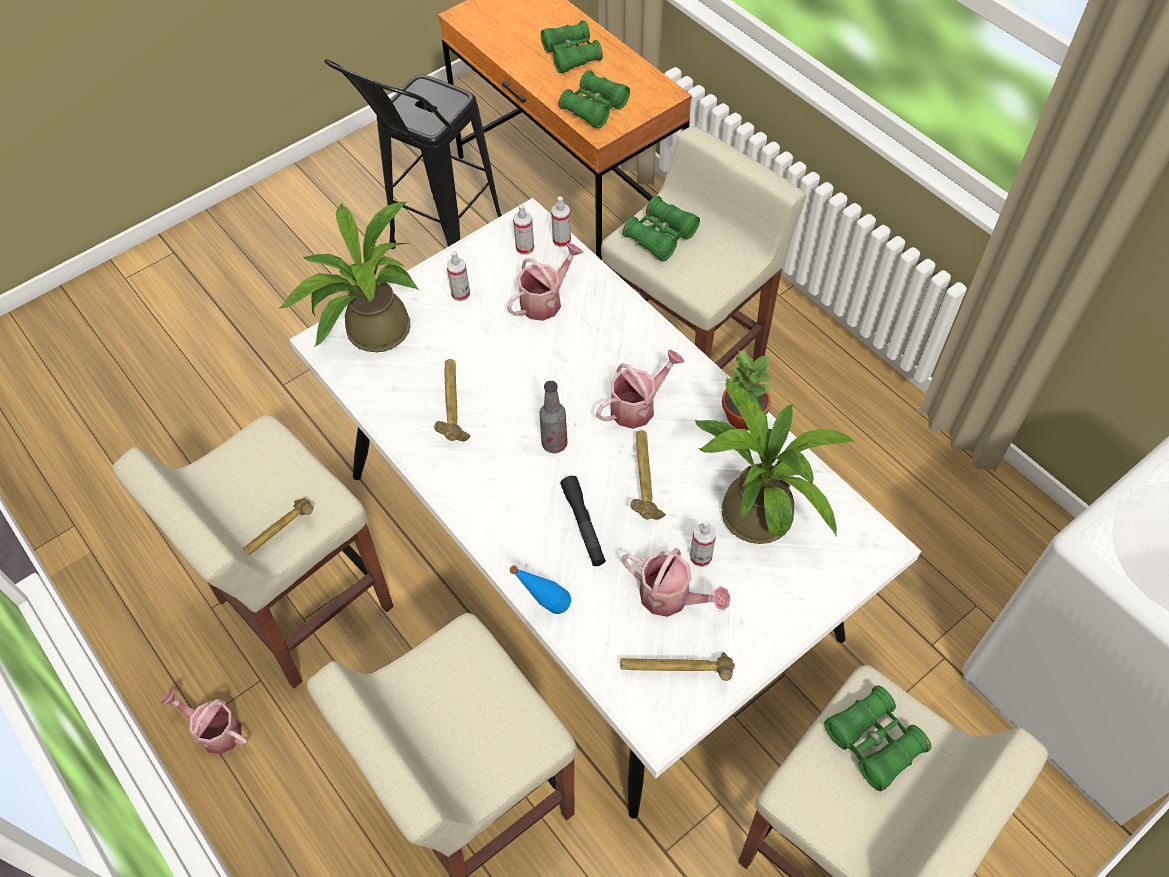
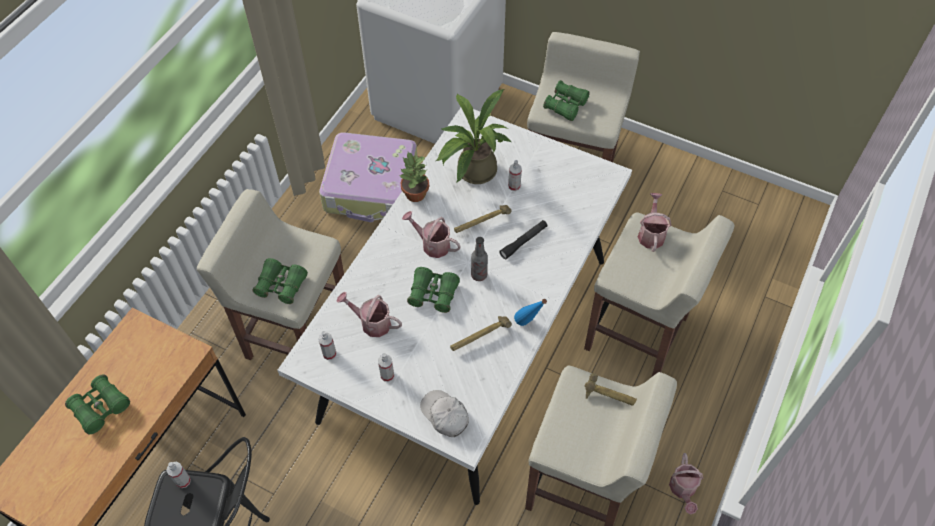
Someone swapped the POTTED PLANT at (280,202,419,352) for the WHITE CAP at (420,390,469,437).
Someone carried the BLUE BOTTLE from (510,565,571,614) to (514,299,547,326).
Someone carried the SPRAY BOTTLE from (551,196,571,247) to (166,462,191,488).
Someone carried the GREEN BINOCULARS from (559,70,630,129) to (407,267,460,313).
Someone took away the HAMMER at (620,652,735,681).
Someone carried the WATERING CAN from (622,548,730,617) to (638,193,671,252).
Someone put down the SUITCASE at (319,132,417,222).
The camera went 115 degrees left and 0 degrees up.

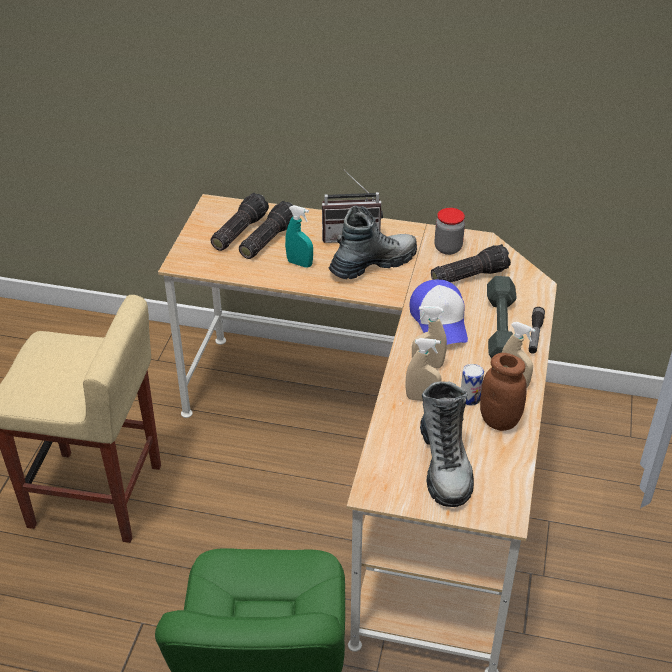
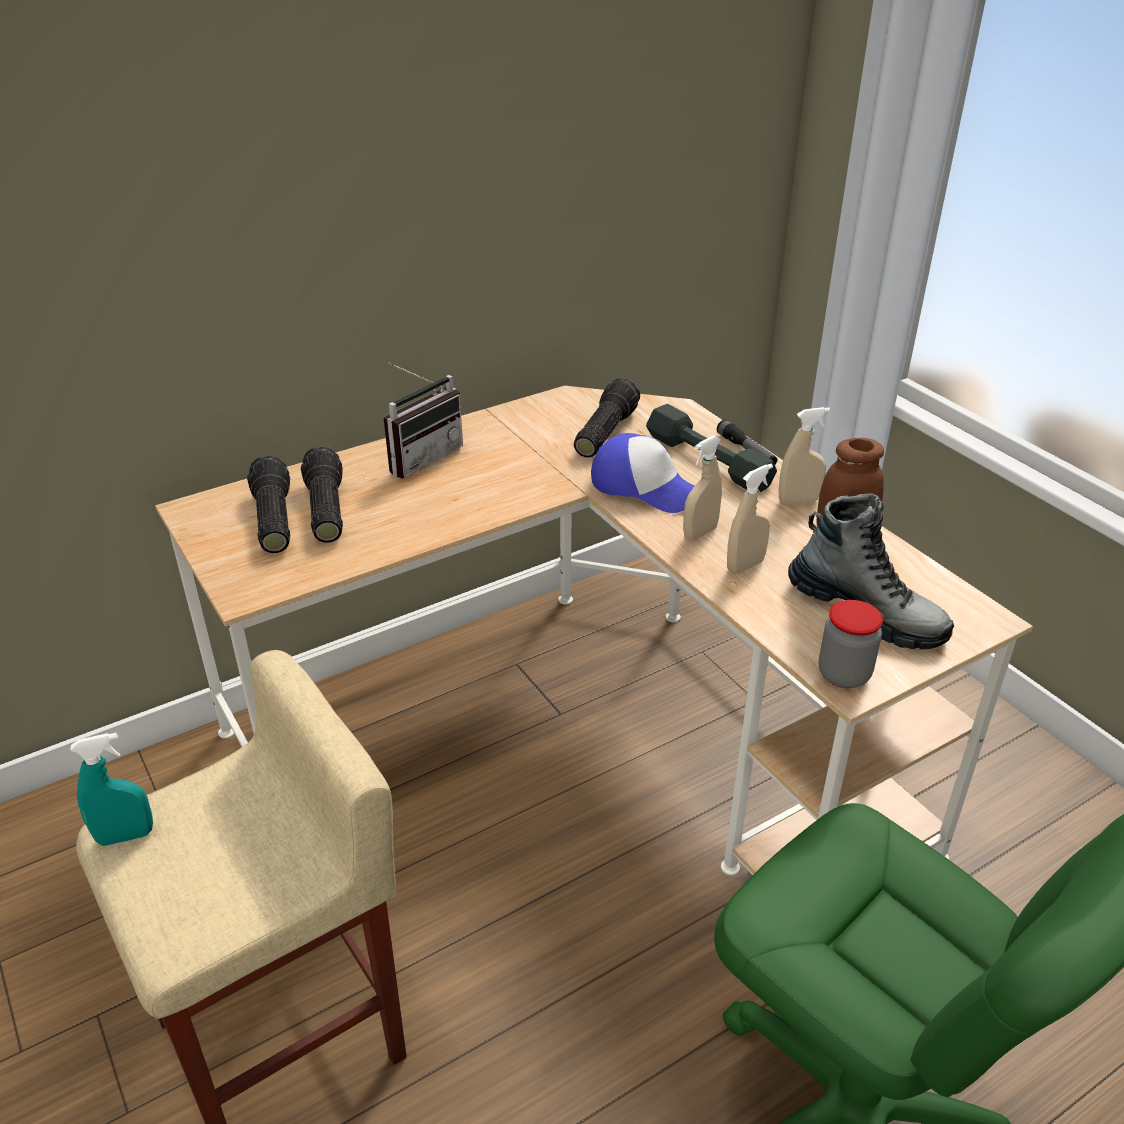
Someone carried the TURQUOISE SPRAY BOTTLE from (285,205,313,268) to (70,733,153,846).
Someone took away the BOOT at (329,206,417,279).
Someone carried the JAR from (434,208,465,255) to (819,600,883,688).
Someone took away the CAN at (461,364,484,406).
The camera went 45 degrees left and 5 degrees down.

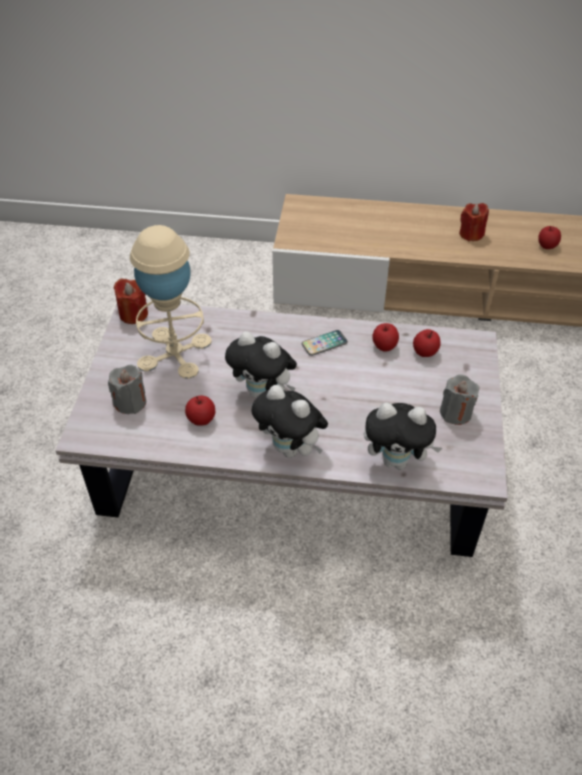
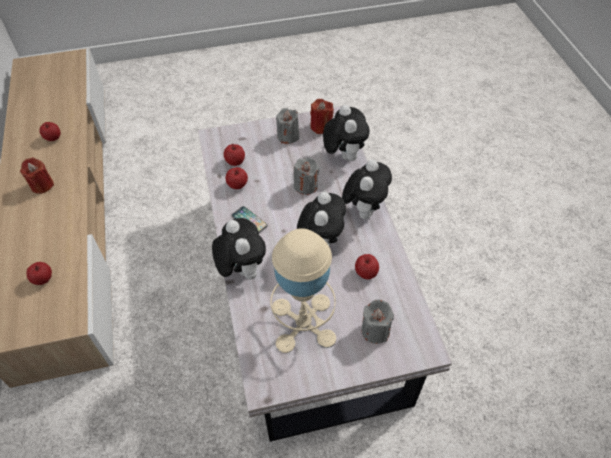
Someone carried the RED CANDLE from (114,279,148,324) to (310,99,334,134).
Someone put down the APPLE at (26,262,52,285).
Someone put down the PLUSH TOY at (212,218,266,280).
Someone put down the GREY CANDLE at (294,157,320,195).
The camera went 110 degrees left and 5 degrees up.

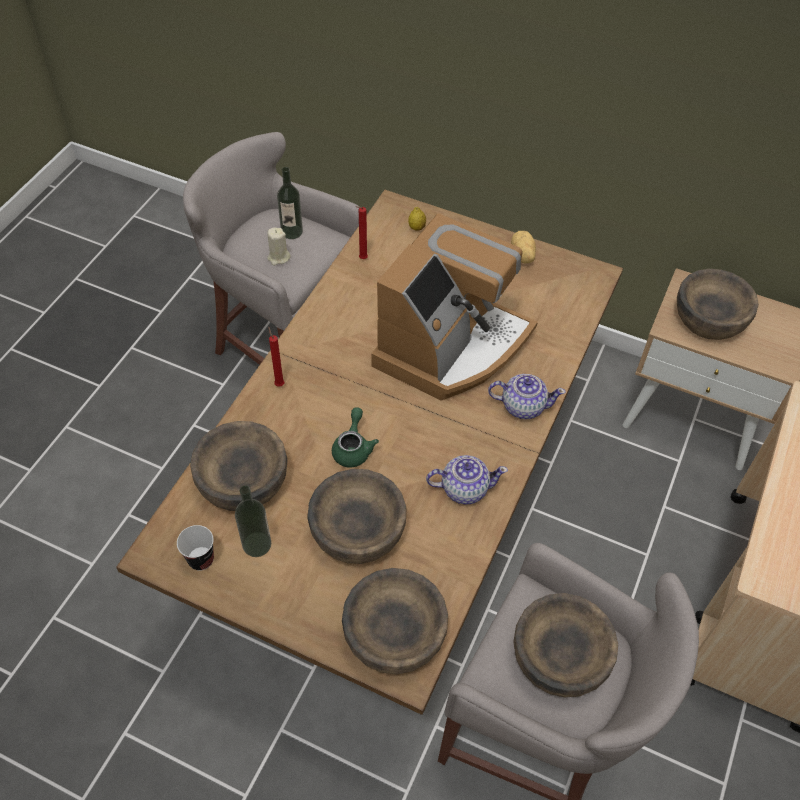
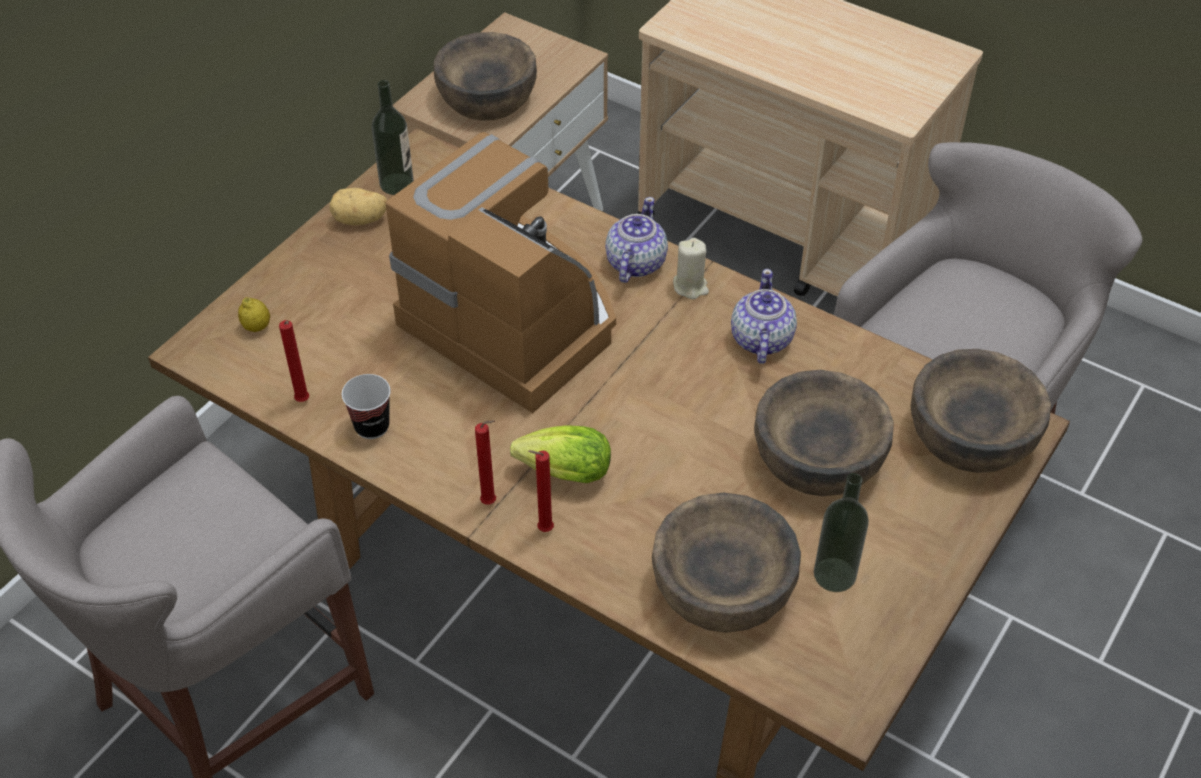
Someone carried the CUP from (177,525,214,571) to (342,374,390,439).
Someone carried the BEIGE CANDLE from (267,228,290,266) to (673,238,709,299).
Someone carried the BOTTLE from (277,167,303,239) to (371,80,414,195).
Someone took away the GREEN TEAPOT at (332,407,379,467).
Someone took away the BROWN BOWL at (513,593,618,697).
Someone put down the RED CANDLE at (475,420,496,505).
Someone put down the LETTUCE at (510,425,611,483).
The camera went 80 degrees left and 5 degrees down.

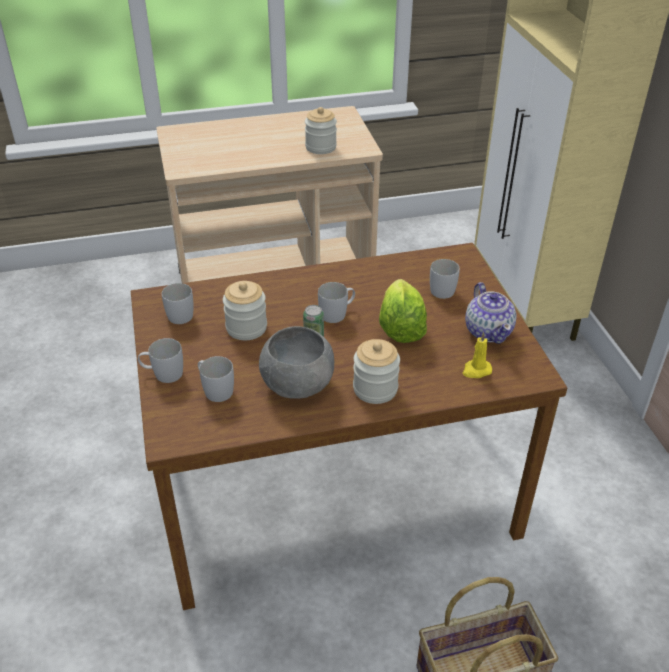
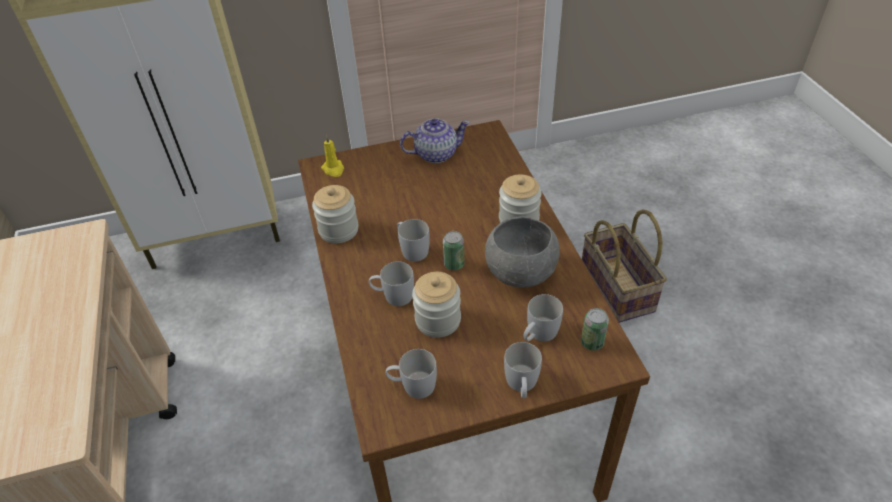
Someone carried the JAR from (305,107,337,154) to (312,185,359,243).
Someone took away the LETTUCE at (379,279,427,343).
Someone carried the WHITE MUG from (430,259,460,299) to (369,261,414,306).
Someone carried the YELLOW CANDLE from (463,332,492,378) to (321,135,344,177).
Someone put down the CAN at (581,308,609,351).
The camera went 90 degrees left and 5 degrees up.

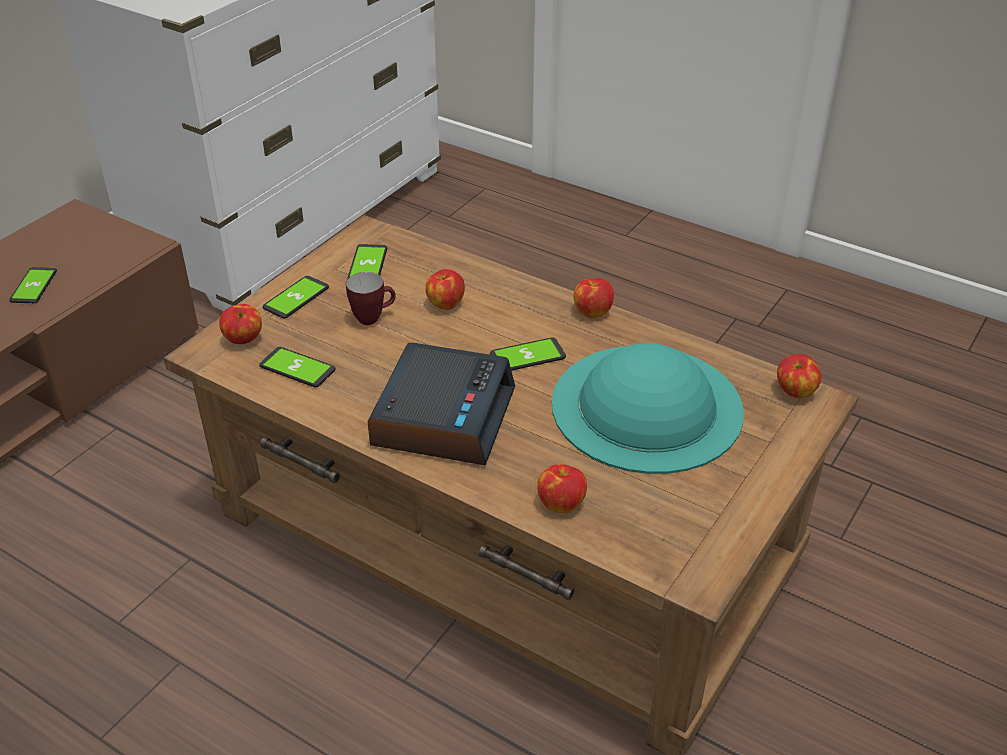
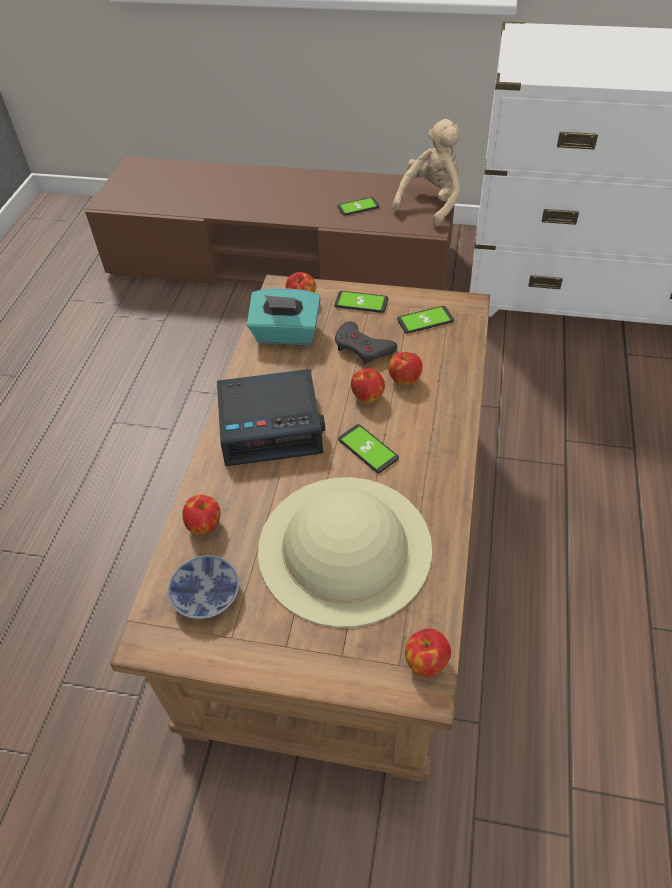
Someone swapped the PHONE at (259,347,336,387) for the TURQUOISE TISSUE BOX at (247,288,321,345).
Someone swapped the MUG at (346,272,396,325) for the GREY GAME CONTROLLER at (335,321,397,365).
Someone repainted the TURQUOISE HAT at (552,343,744,474), which became the BEIGE HAT at (258,477,432,628).
Someone carried the APPLE from (573,278,614,318) to (351,369,385,403).
Someone put down the BOWL at (168,555,239,619).
Someone put down the BEIGE PLUSH TOY at (392,119,460,227).
The camera went 70 degrees right and 10 degrees up.

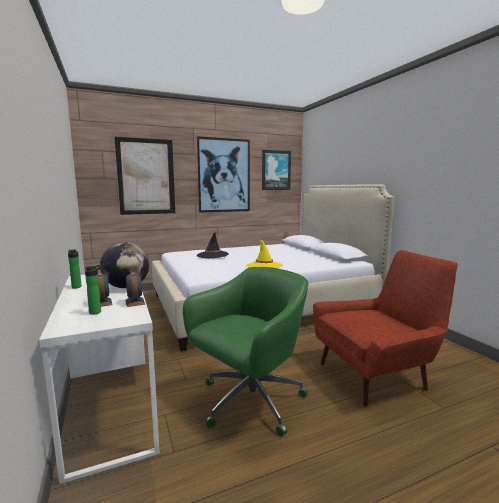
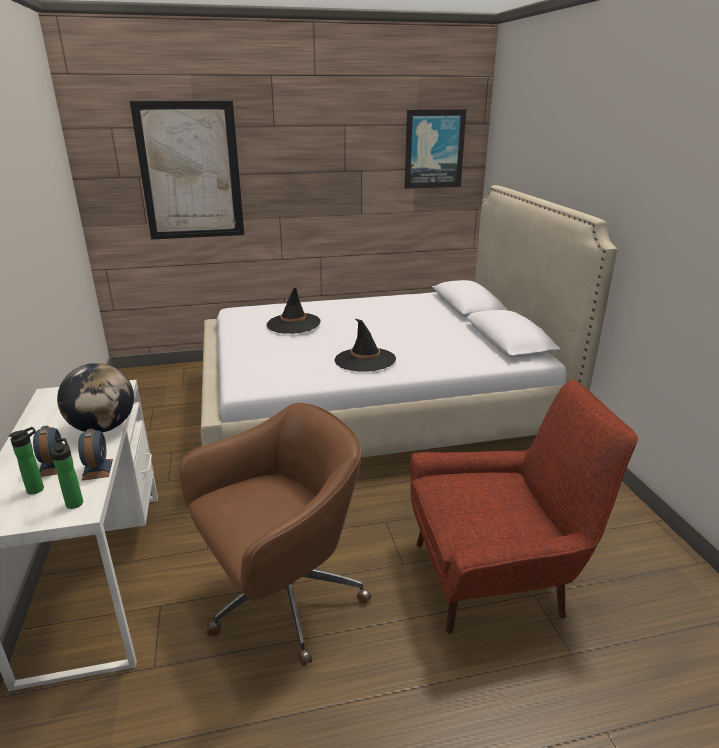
Someone carried the BOTTLE from (68,249,82,288) to (51,438,83,509).
Someone repainted the GREEN OFFICE CHAIR at (183,267,309,436), which became the BROWN OFFICE CHAIR at (179,403,371,666).
Someone took away the PICTURE at (197,136,250,212).
Someone repainted the YELLOW HAT at (246,240,282,268), which became the BLACK HAT at (334,319,396,372).
The camera went 10 degrees right and 15 degrees up.

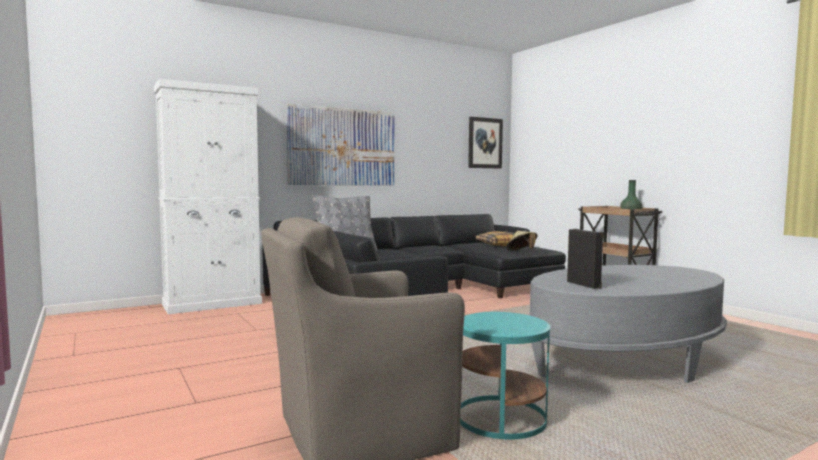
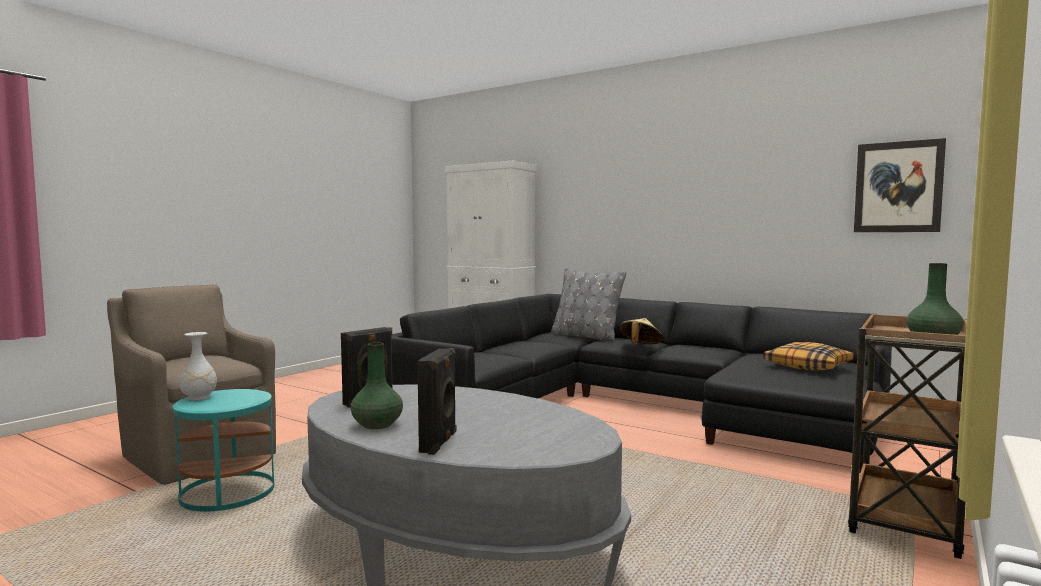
Someone took away the PICTURE at (286,104,394,185).
Someone carried the BEIGE HAT from (506,231,538,251) to (620,318,663,344).
Someone put down the WHITE VASE at (179,332,217,400).
Someone put down the GREEN VASE at (351,342,403,429).
Someone put down the BLACK SPEAKER at (417,348,456,455).
The camera went 65 degrees right and 0 degrees up.

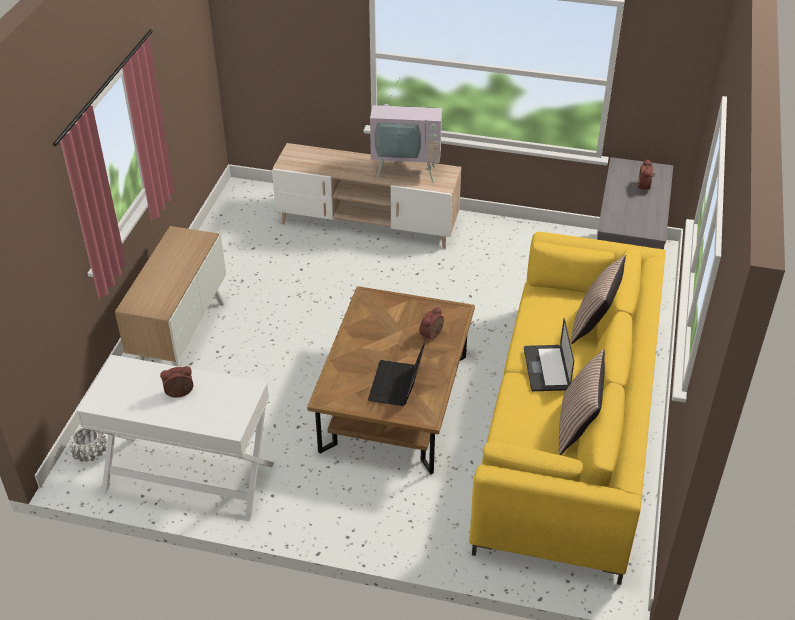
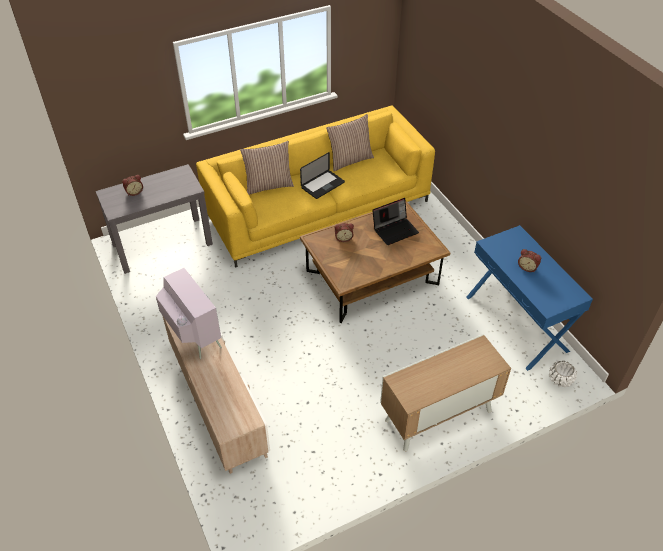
Someone repainted the WHITE CONSOLE TABLE at (76,355,274,521), which became the BLUE CONSOLE TABLE at (466,225,593,371).
The camera went 130 degrees left and 5 degrees up.

